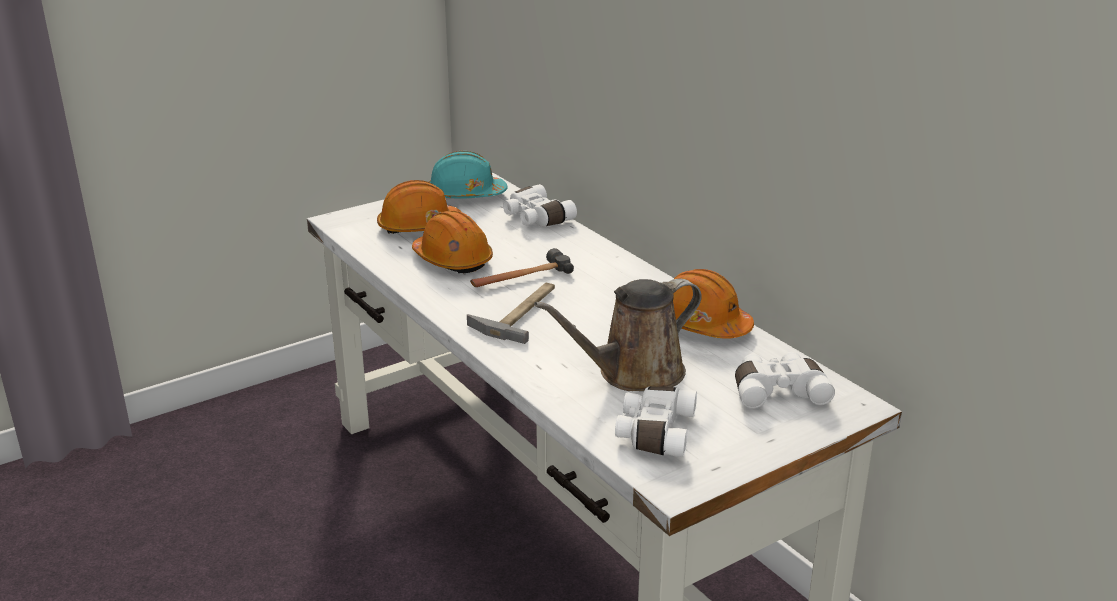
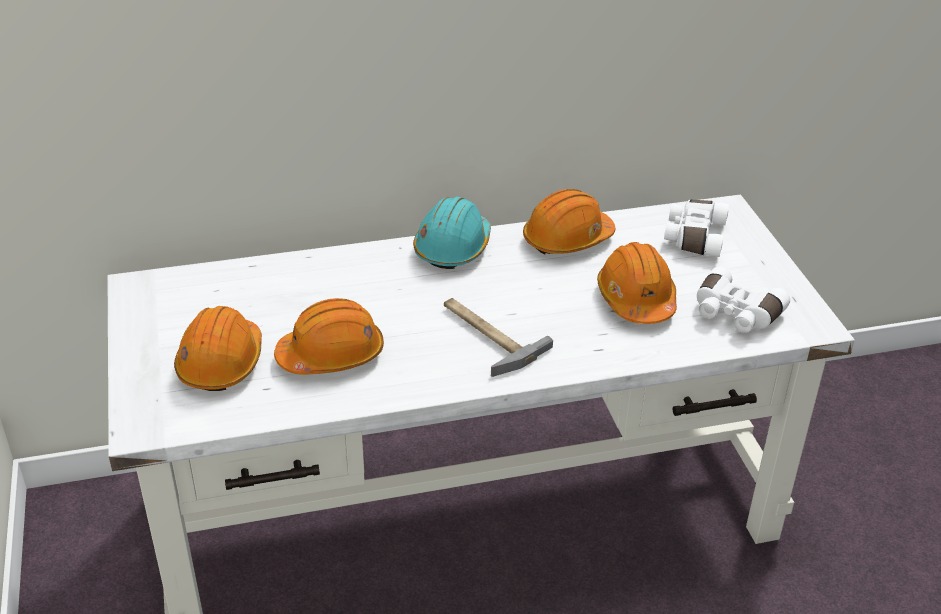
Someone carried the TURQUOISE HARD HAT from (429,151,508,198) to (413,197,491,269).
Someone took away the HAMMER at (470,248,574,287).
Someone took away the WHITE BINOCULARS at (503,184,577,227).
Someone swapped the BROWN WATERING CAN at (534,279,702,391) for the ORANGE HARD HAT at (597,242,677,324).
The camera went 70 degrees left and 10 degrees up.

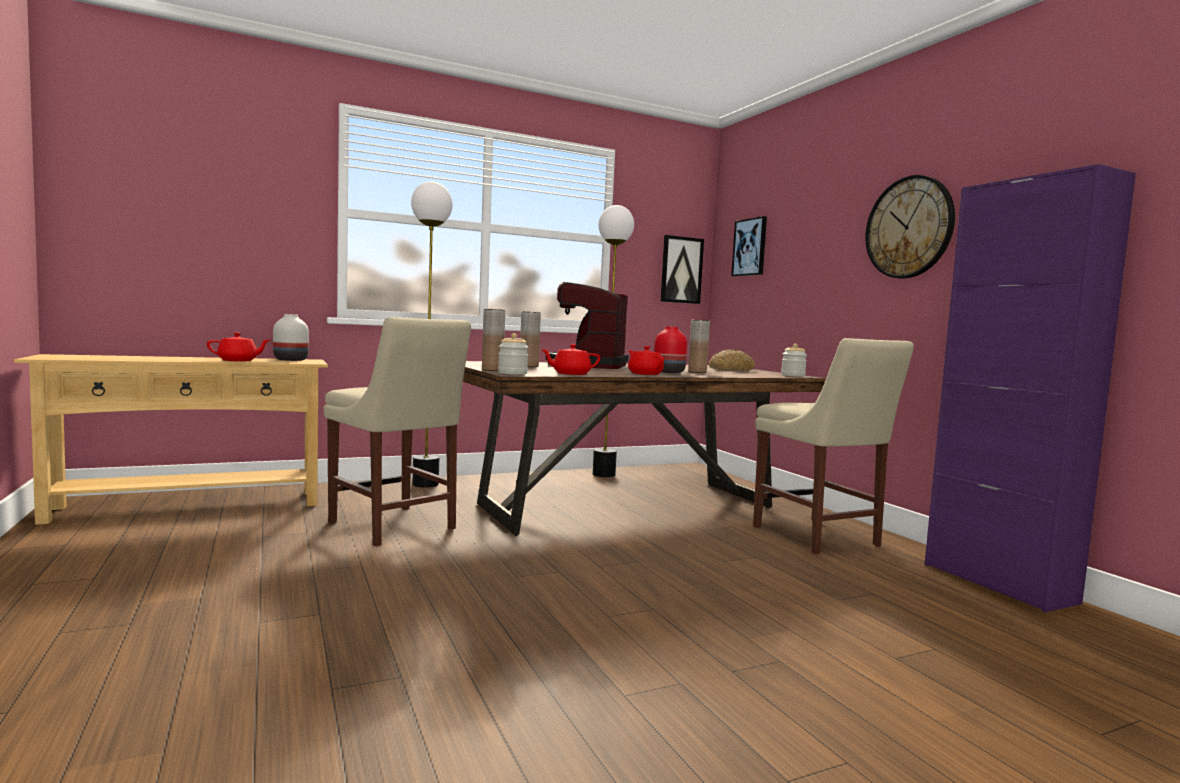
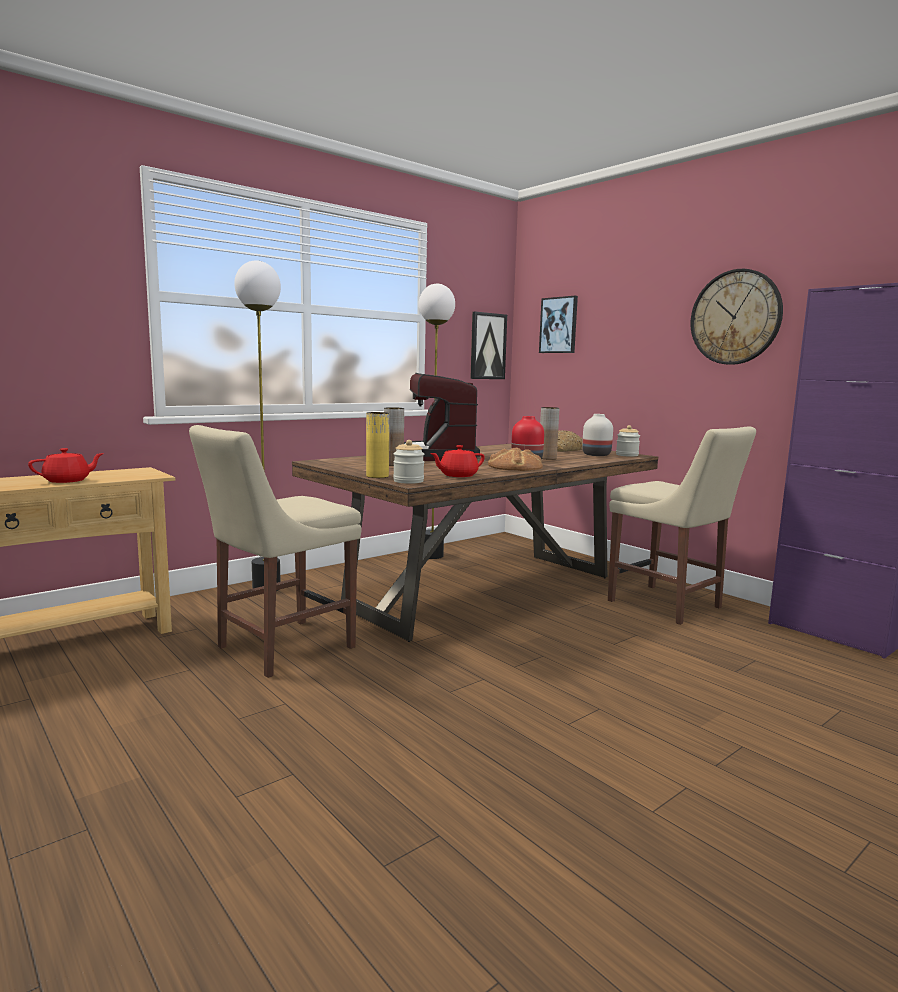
Someone carried the WHITE VASE from (273,314,309,361) to (582,414,613,456).
Someone rotated the BEIGE CHAIR at (324,317,471,547) by 105 degrees clockwise.
Someone repainted the BROWN VASE at (482,309,505,371), which became the YELLOW VASE at (366,412,389,478).
Someone swapped the RED TEAPOT at (628,346,664,375) for the BREAD at (488,447,543,471).
The camera went 15 degrees left and 5 degrees up.

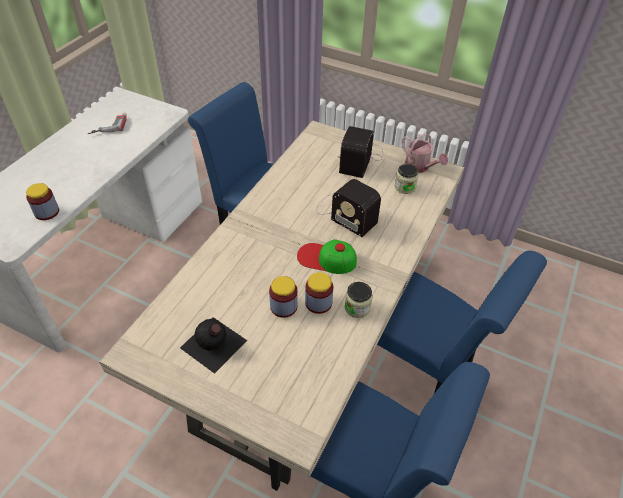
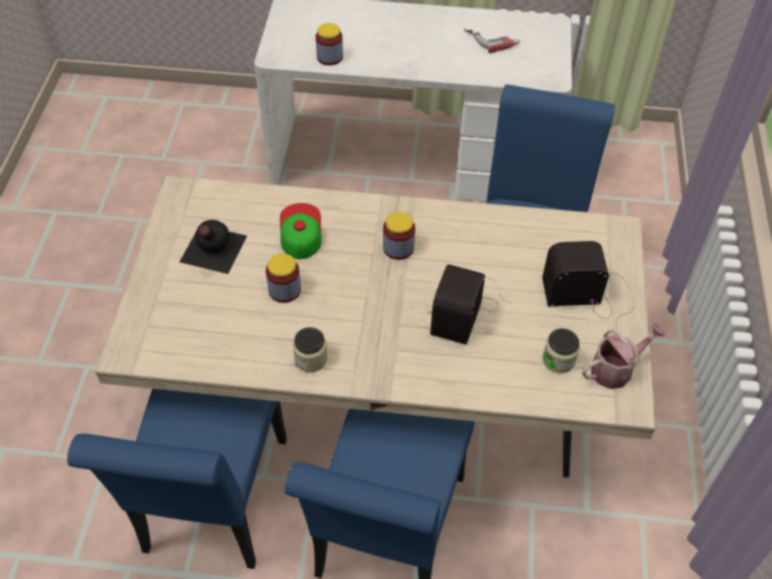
Someone carried the CAP from (297,239,357,274) to (280,203,322,259).
Someone carried the JAR from (305,272,333,314) to (383,212,415,260).
Someone rotated the WATERING CAN at (401,133,448,173) by 150 degrees counterclockwise.
The camera went 70 degrees right and 5 degrees up.

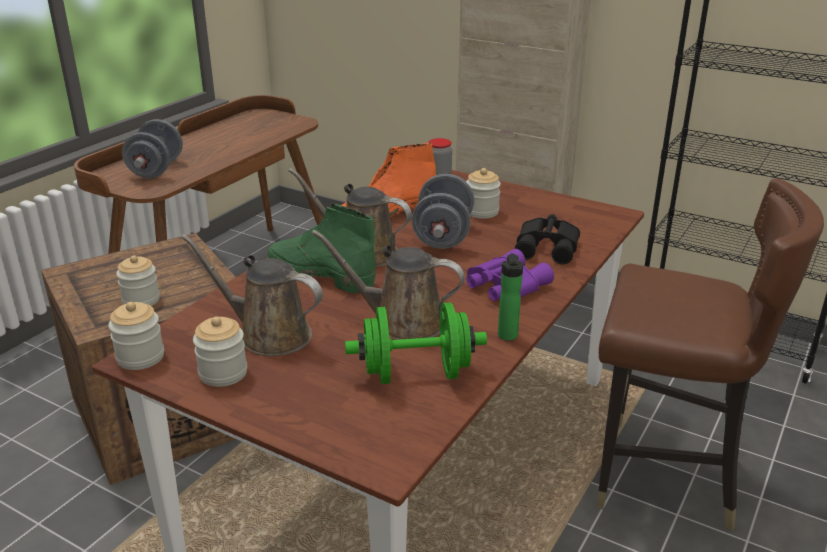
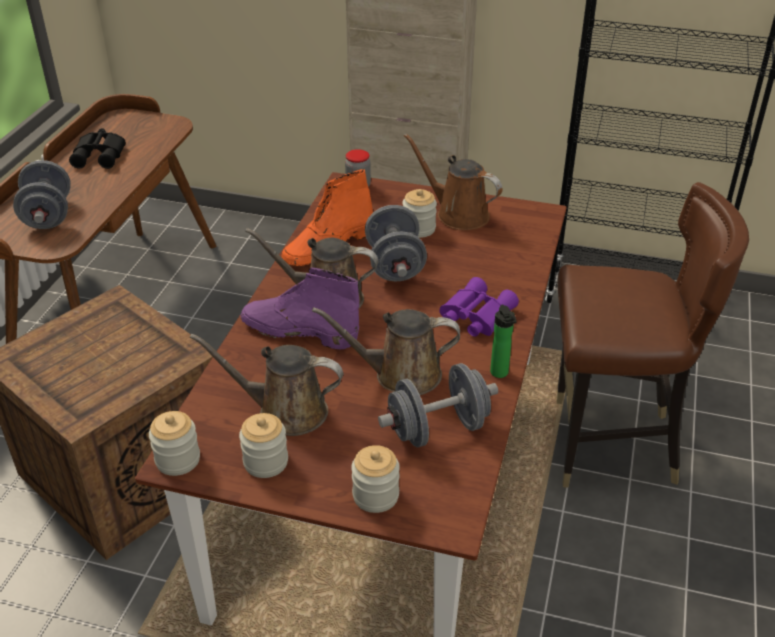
Someone carried the JAR from (116,255,160,306) to (351,445,400,513).
Someone repainted the GREEN BOOT at (267,204,376,293), which became the PURPLE BOOT at (240,268,359,349).
Someone repainted the GREEN DUMBBELL at (345,303,487,384), which became the GREY DUMBBELL at (378,363,498,447).
Someone carried the BLACK BINOCULARS from (515,214,580,265) to (69,128,126,169).
Someone put down the BROWN WATERING CAN at (404,134,502,230).
The camera went 15 degrees left and 10 degrees up.

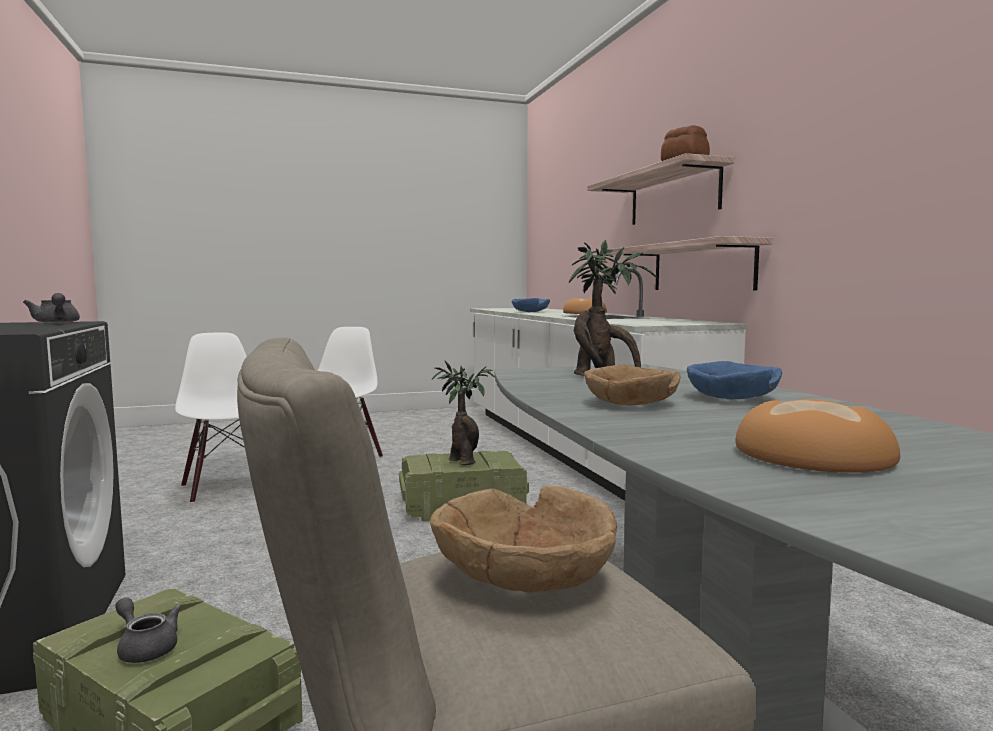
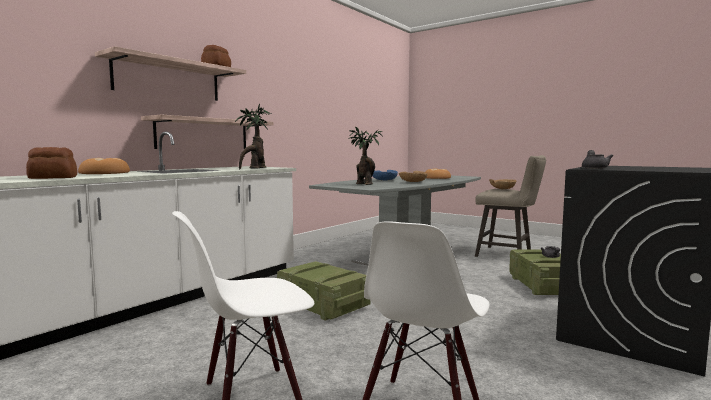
Someone carried the POTTED PLANT from (432,361,495,465) to (235,104,272,169).
Someone swapped the BLUE BOWL at (512,298,550,312) for the BREAD at (26,147,77,179).
The camera went 125 degrees left and 0 degrees up.

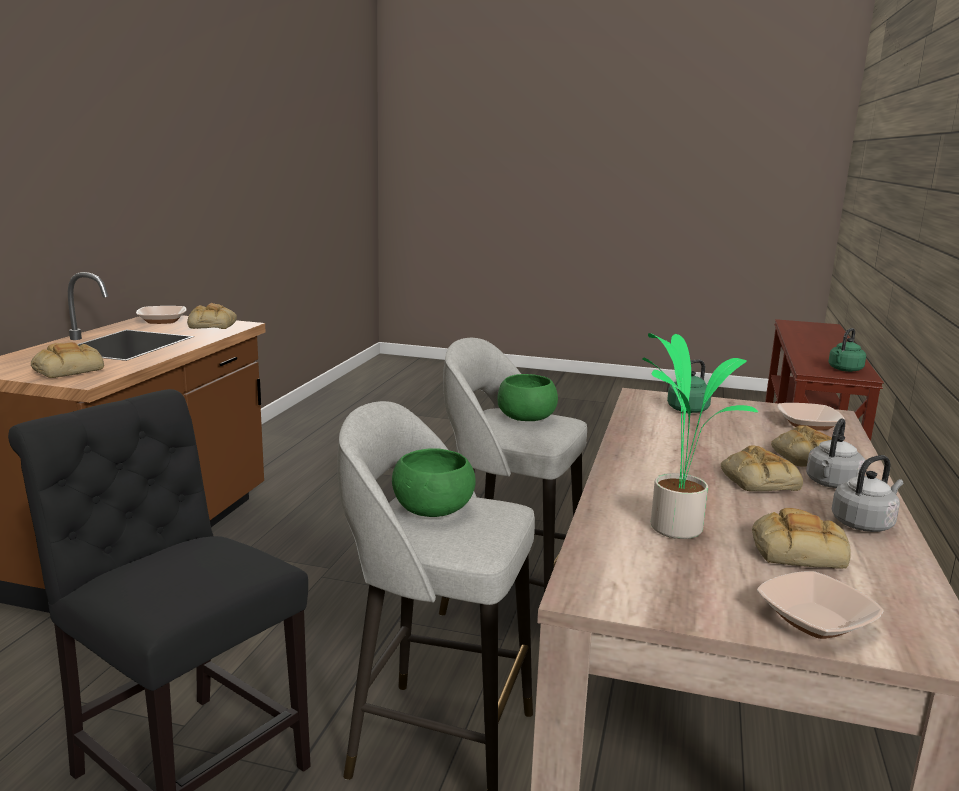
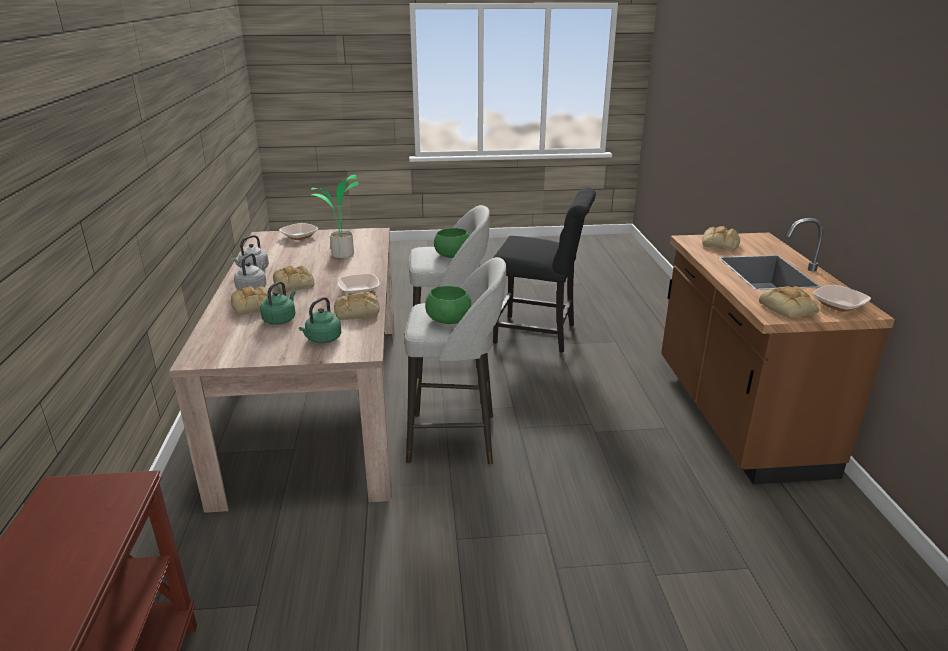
Someone carried the BREAD from (752,508,851,569) to (334,292,380,320).
Someone carried the BOWL from (777,403,845,431) to (337,274,380,295).
Someone carried the GREEN KETTLE from (828,328,866,372) to (260,281,296,325).
The camera went 160 degrees right and 10 degrees up.

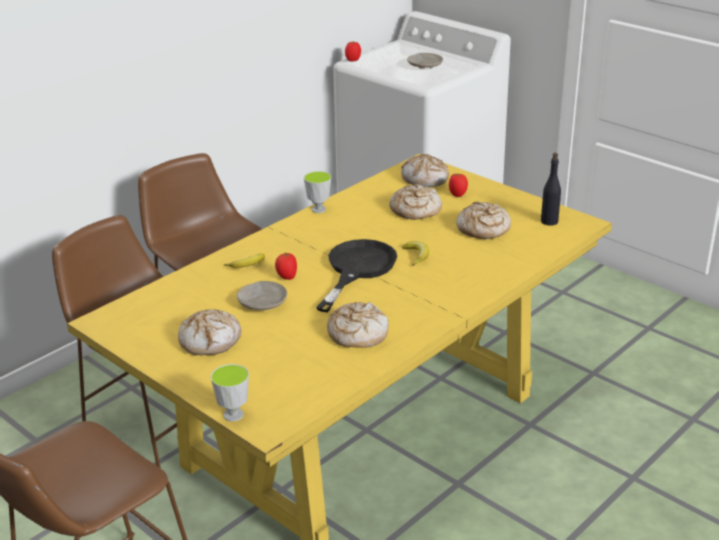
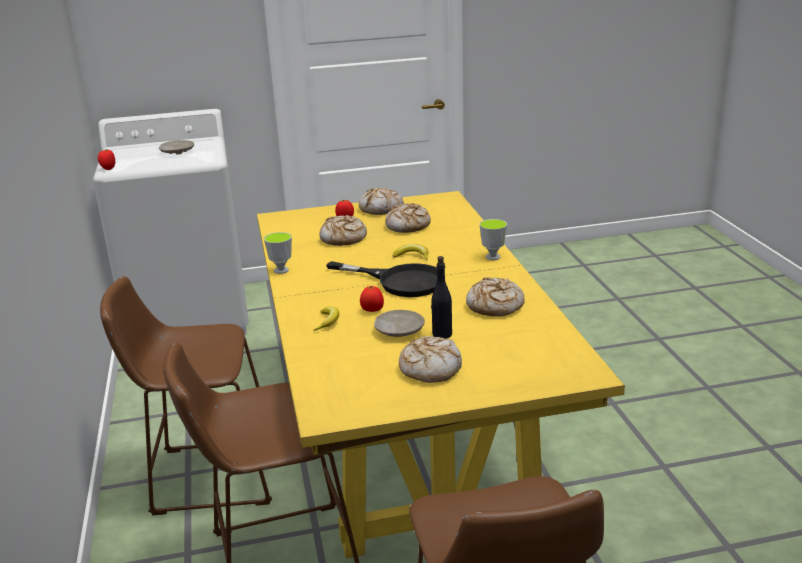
Someone carried the CUP from (210,364,249,422) to (480,219,507,260).
Someone rotated the BLACK FRYING PAN at (316,239,397,312) by 150 degrees clockwise.
Someone carried the BREAD from (401,154,449,187) to (359,187,403,215).
Someone carried the BLACK BOTTLE from (541,153,561,225) to (431,256,452,339).
The camera went 55 degrees left and 5 degrees down.

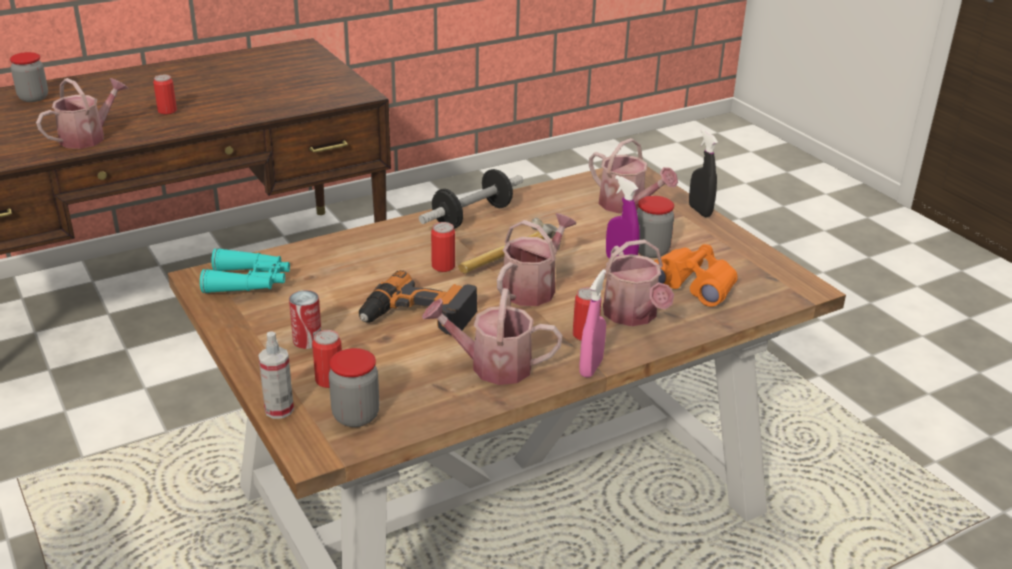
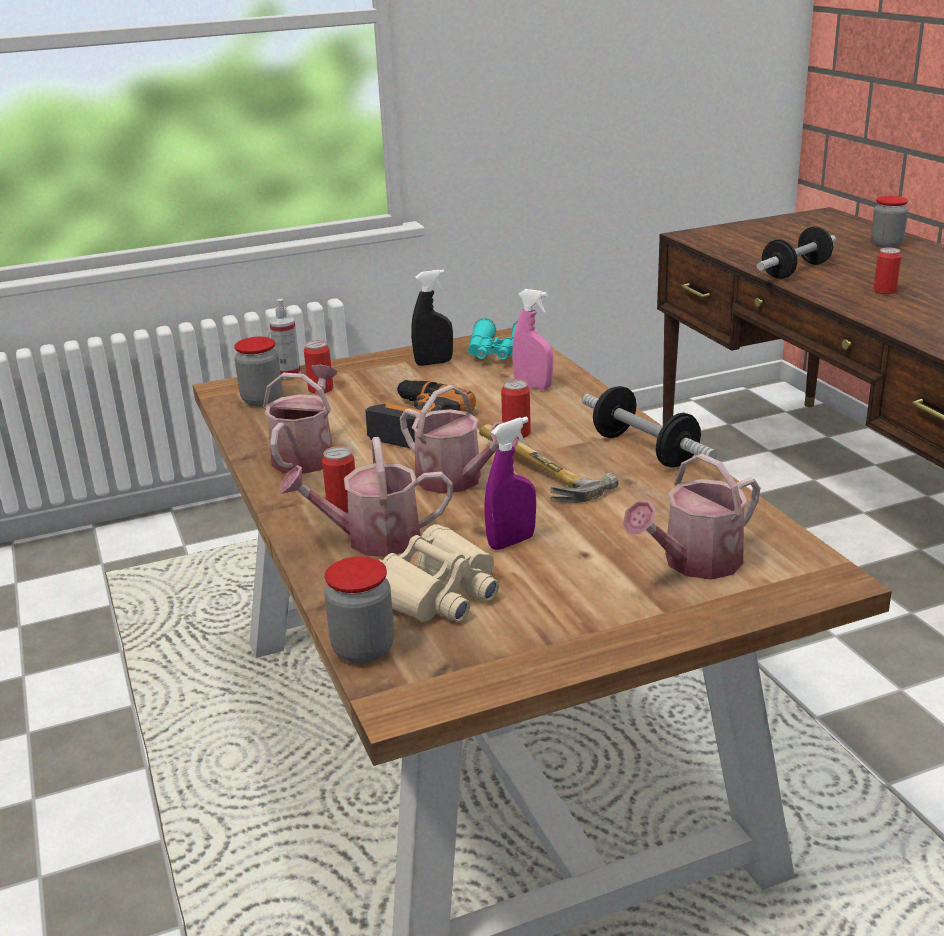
Someone swapped the WATERING CAN at (36,78,128,149) for the DUMBBELL at (757,227,836,279).
Someone took away the CAN at (289,290,321,349).
Someone carried the PINK SPRAY BOTTLE from (579,269,606,378) to (512,289,553,389).
Someone carried the JAR from (637,196,674,258) to (324,556,394,664).
Someone repainted the ORANGE BINOCULARS at (654,244,738,307), which became the BEIGE BINOCULARS at (377,524,499,622).
Someone carried the BLACK SPRAY BOTTLE from (689,129,718,217) to (411,269,453,366).
The camera went 100 degrees right and 5 degrees down.

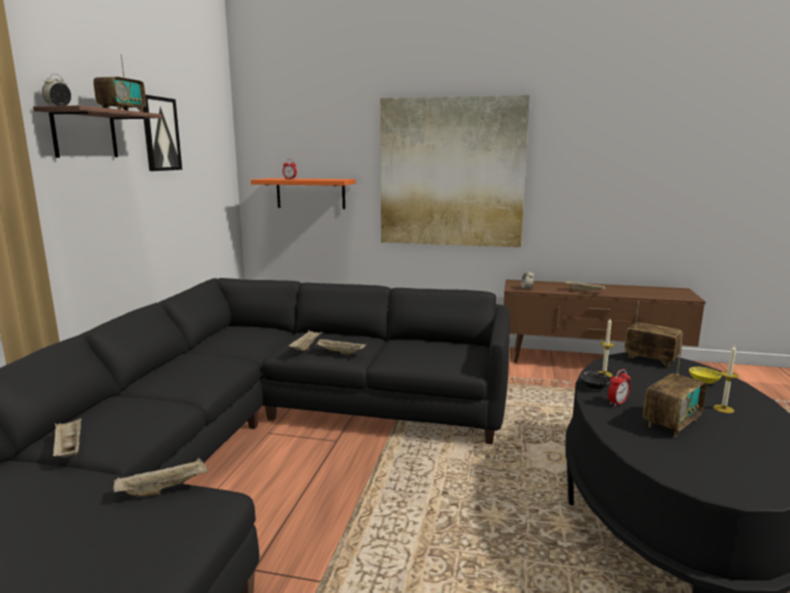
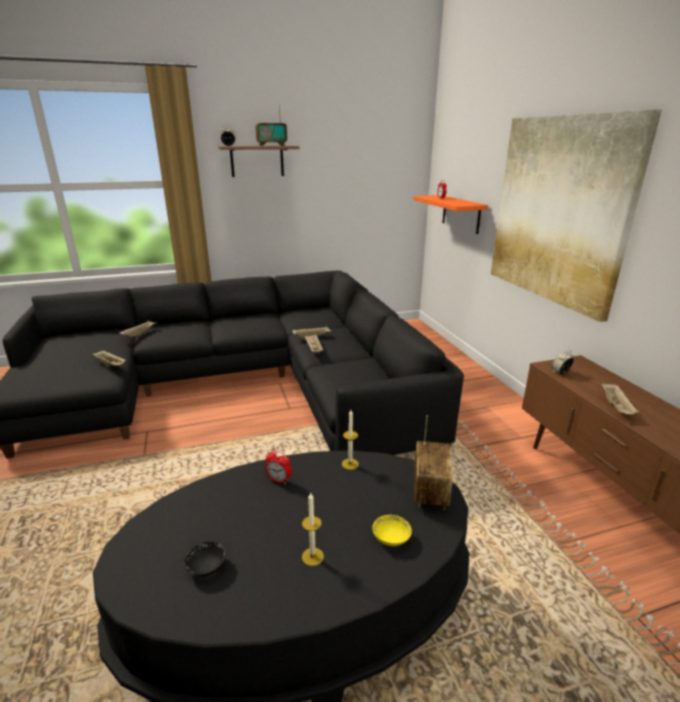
Someone took away the PICTURE at (143,95,182,171).
Someone carried the BLACK BOWL from (580,372,611,389) to (183,541,226,577).
Someone took away the RADIO at (643,343,707,437).
The camera went 60 degrees right and 10 degrees up.

